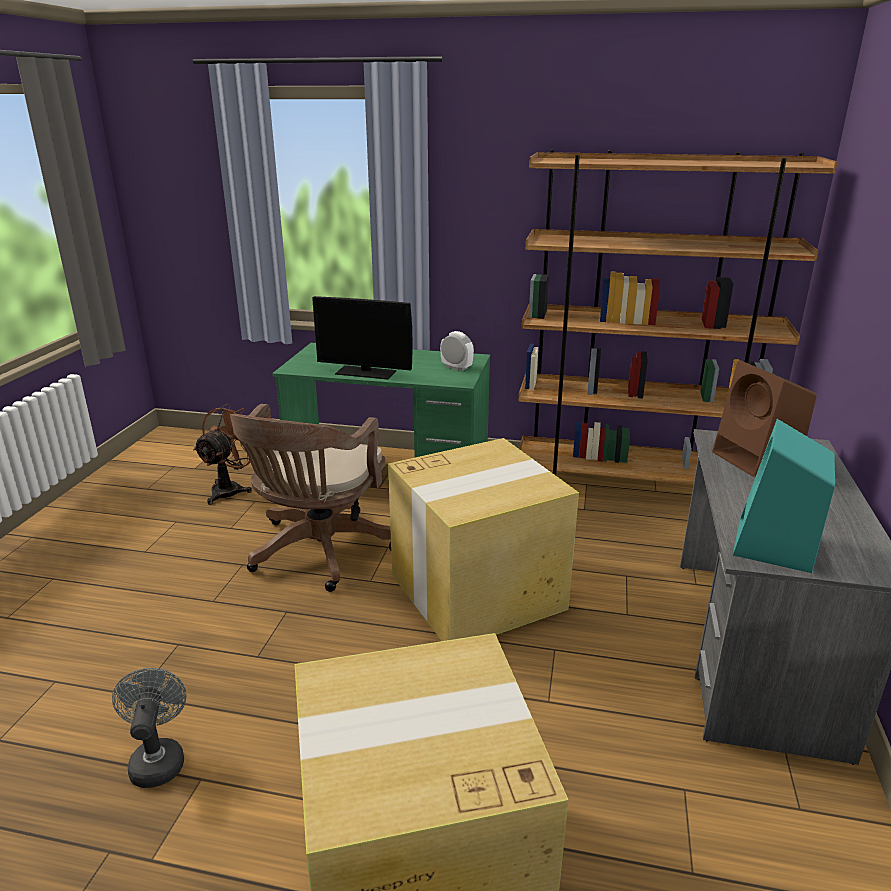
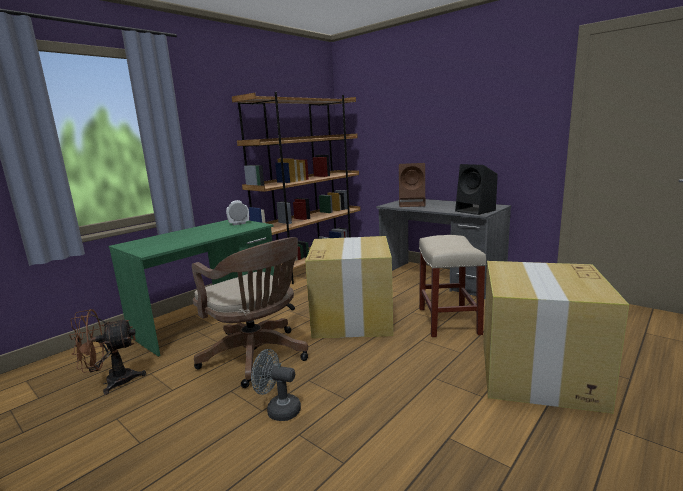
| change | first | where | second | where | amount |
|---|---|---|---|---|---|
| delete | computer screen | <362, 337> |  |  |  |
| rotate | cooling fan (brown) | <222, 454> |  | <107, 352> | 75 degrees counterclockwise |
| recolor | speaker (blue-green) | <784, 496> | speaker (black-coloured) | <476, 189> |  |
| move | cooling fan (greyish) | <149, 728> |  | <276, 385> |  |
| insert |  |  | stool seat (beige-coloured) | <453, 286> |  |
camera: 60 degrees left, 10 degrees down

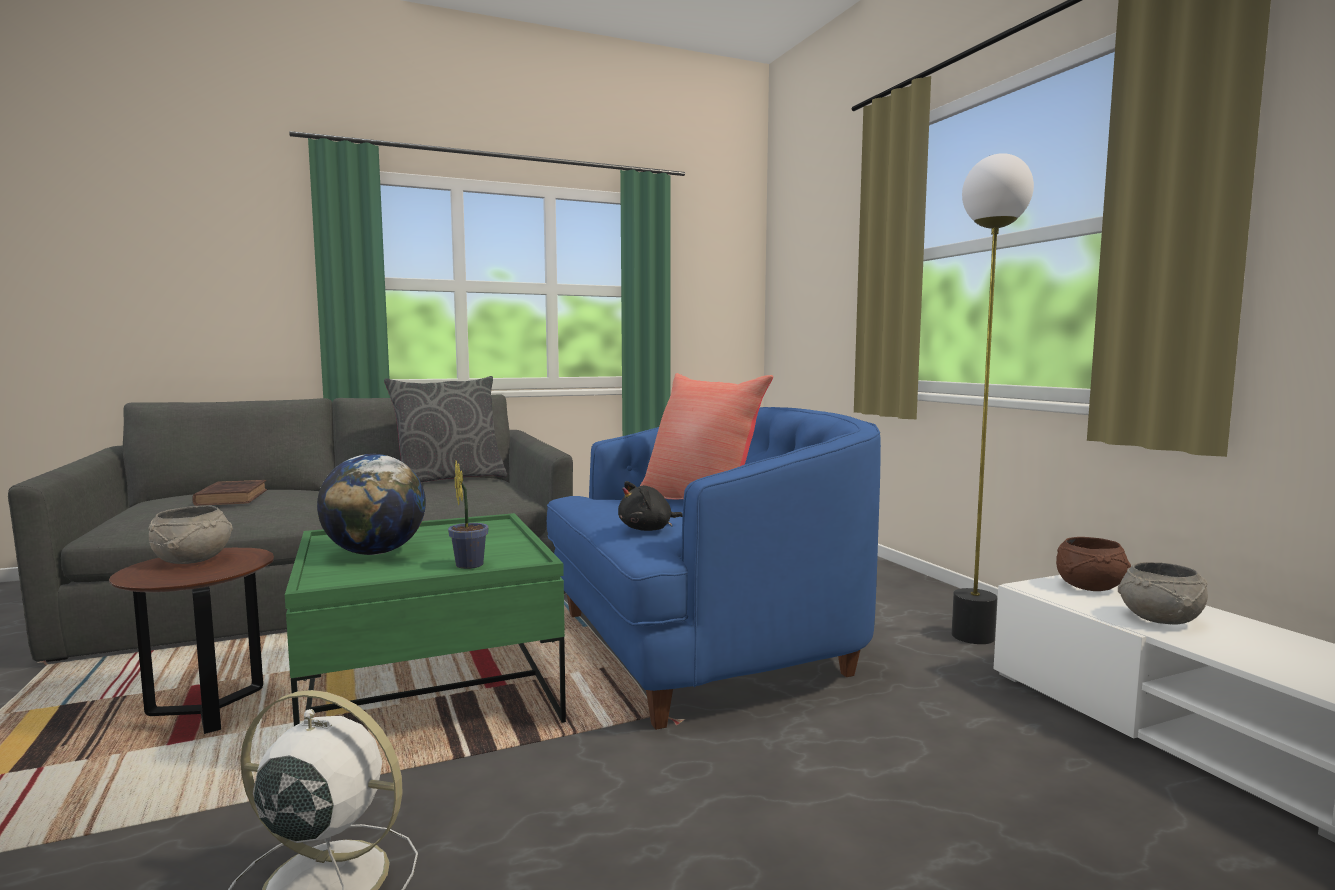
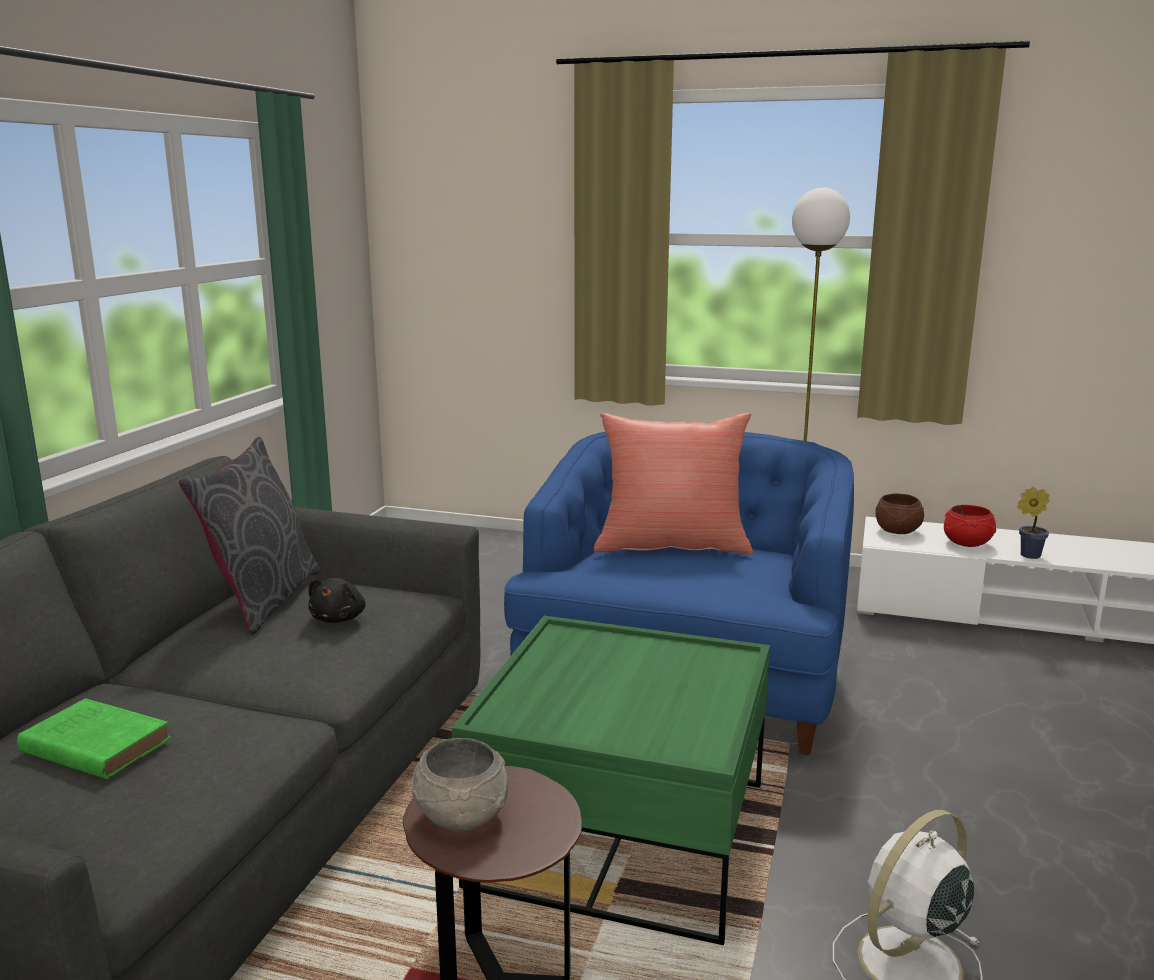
| change | first | where | second | where | amount |
|---|---|---|---|---|---|
| delete | globe | <371, 504> |  |  |  |
| move | potted plant | <468, 515> |  | <1034, 523> |  |
| recolor | book (brown) | <229, 493> | book (greenish) | <94, 738> |  |
| move | cuddly toy (black-coloured) | <650, 506> |  | <337, 600> |  |
| recolor | bowl (greyish) | <1163, 593> | bowl (red-coloured) | <970, 526> |  |
camera: 50 degrees left, 10 degrees up

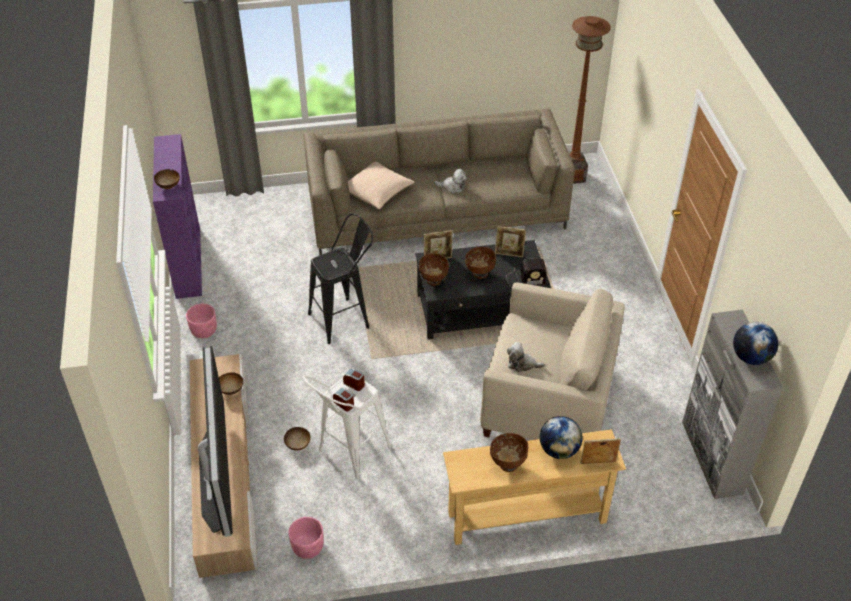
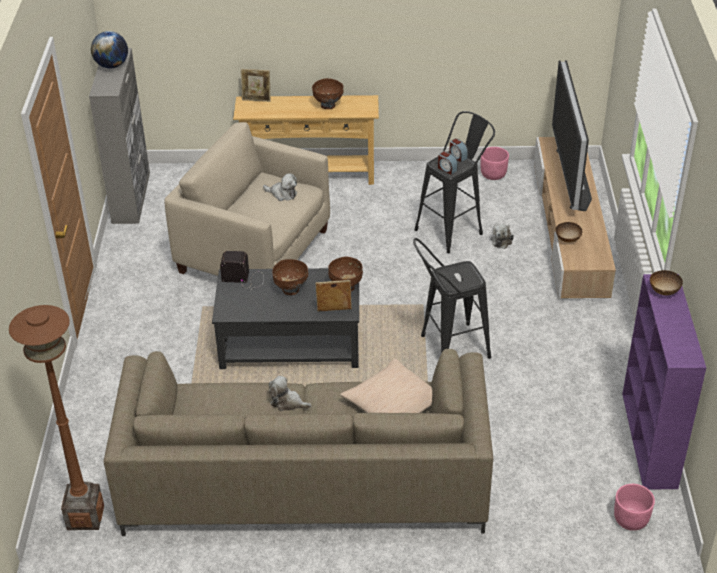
| change | first | where | second | where | amount |
|---|---|---|---|---|---|
| delete | photo frame | <510, 241> |  |  |  |
| move | plant pot (pink) | <201, 321> |  | <634, 507> |  |
| recolor | stool seat (white-coloured) | <347, 427> | stool seat (black-coloured) | <454, 182> |  |
| delete | globe | <561, 437> |  |  |  |
| replace | bowl | <297, 439> | cuddly toy | <502, 236> |  |
camera: 170 degrees left, 5 degrees down

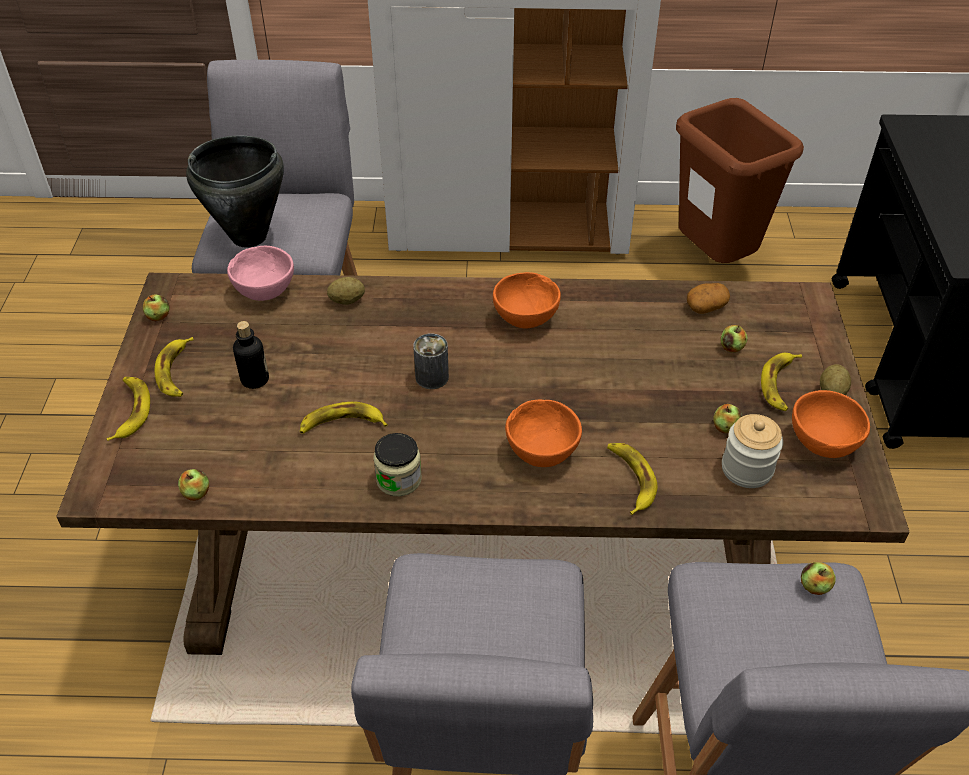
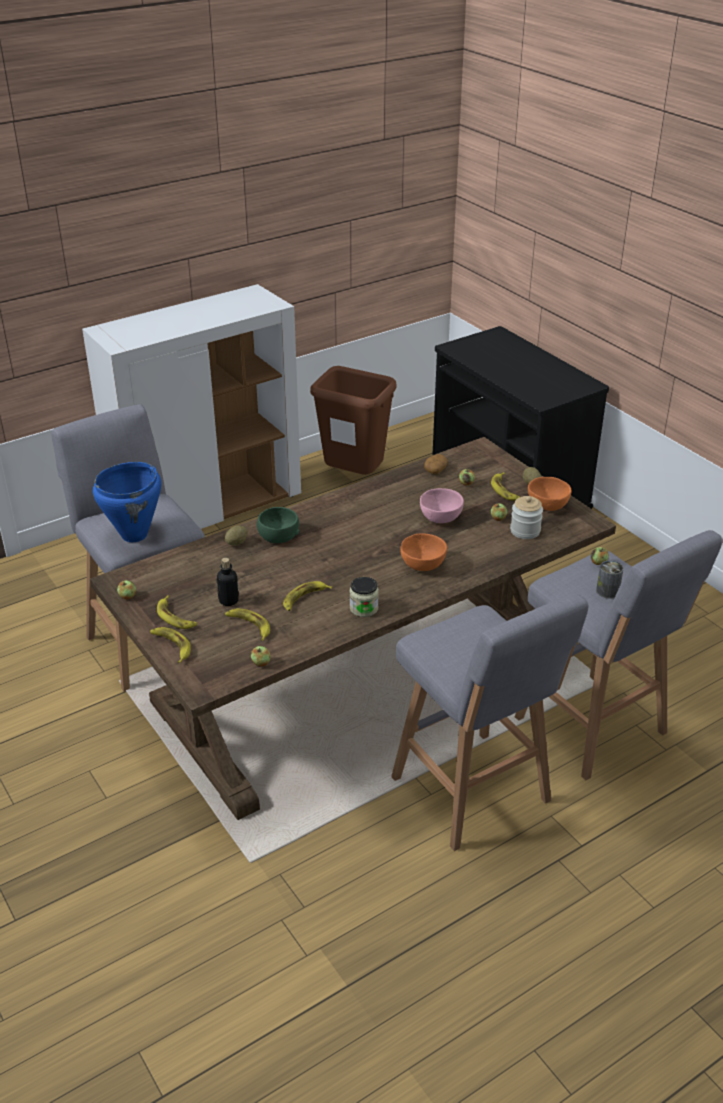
| change | first | where | second | where | amount |
|---|---|---|---|---|---|
| recolor | stockpot (black-coloured) | <235, 191> | stockpot (blue-coloured) | <127, 502> |  |
| move | bowl (pink) | <260, 273> |  | <442, 505> |  |
| delete | bowl (orange) | <527, 300> |  |  |  |
| move | can | <431, 361> |  | <609, 579> |  |
| move | banana fruit | <632, 479> |  | <247, 624> |  |
| insert |  |  | bowl (greenish) | <278, 525> |  |
camera: 35 degrees left, 10 degrees down

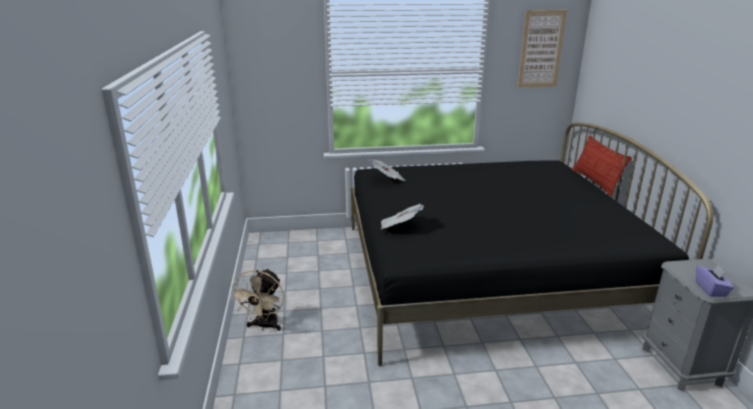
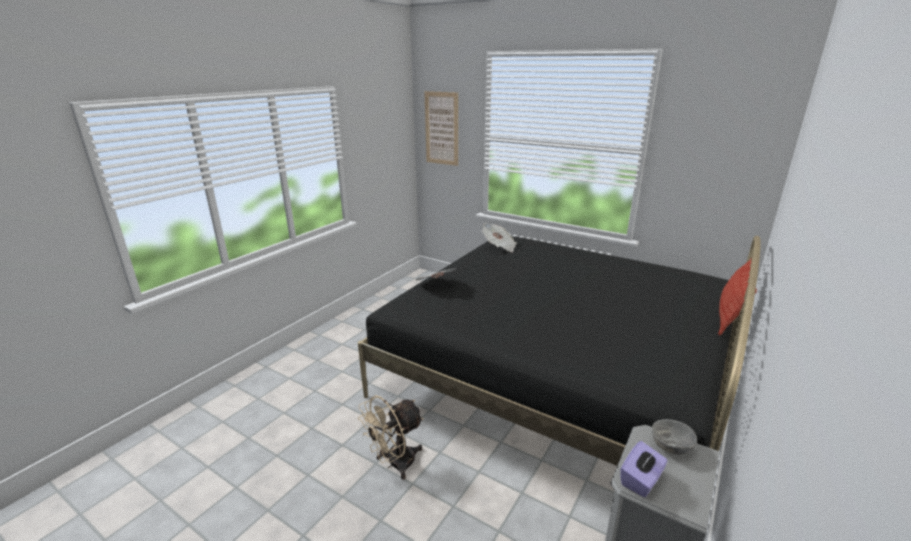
| change | first | where | second | where | amount |
|---|---|---|---|---|---|
| move | picture | <542, 49> |  | <441, 128> |  |
| move | cooling fan (beige-coloured) | <257, 299> |  | <391, 437> |  |
| insert |  |  | bowl (greyish) | <674, 437> |  |
camera: 40 degrees right, 0 degrees up

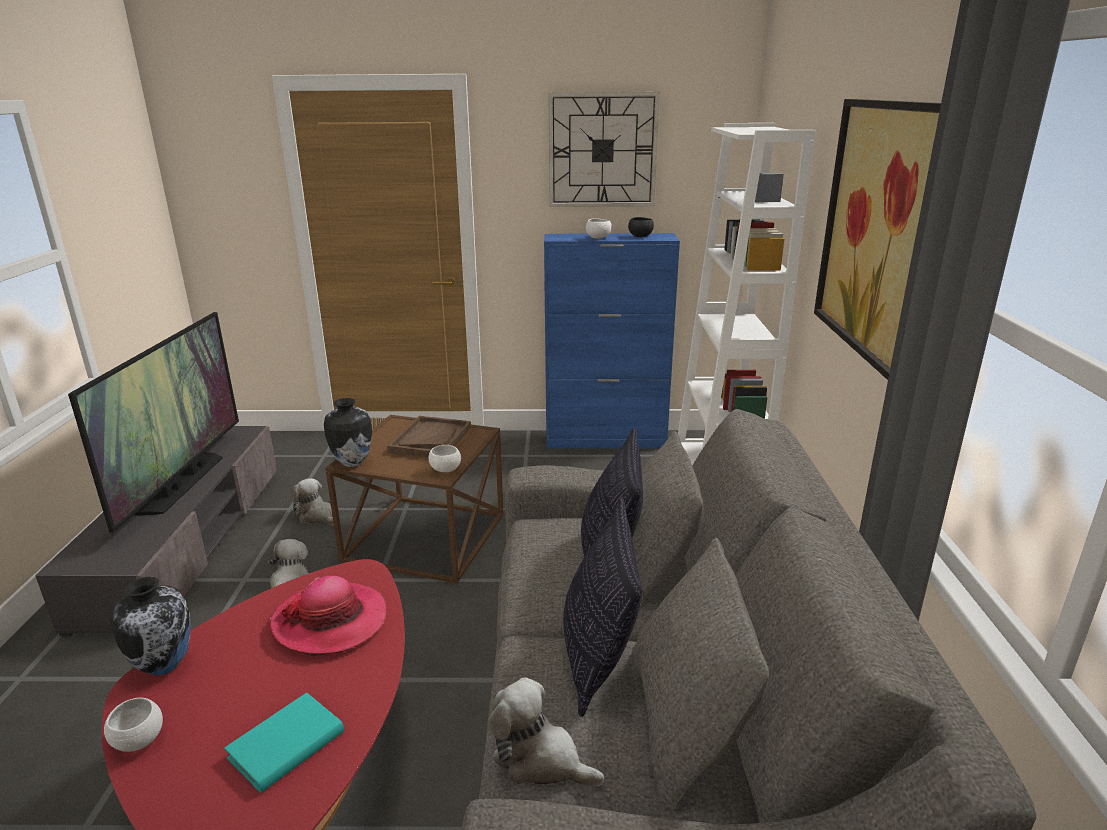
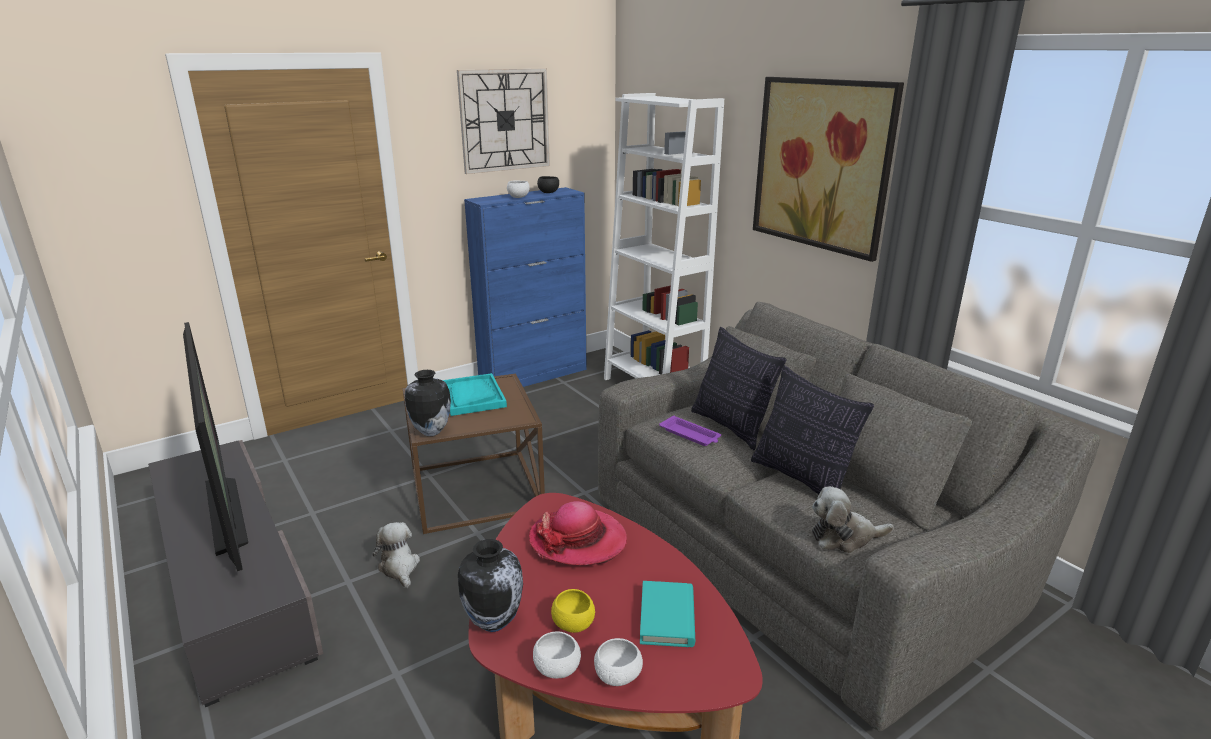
| change | first | where | second | where | amount |
|---|---|---|---|---|---|
| recolor | serving tray (brown) | <429, 437> | serving tray (blue-green) | <475, 394> |  |
| move | bowl (white-coloured) | <444, 458> |  | <618, 662> |  |
| delete | cuddly toy | <312, 501> |  |  |  |
| insert |  |  | serving tray (purple) | <690, 430> |  |
| insert |  |  | bowl (yellowish) | <573, 611> |  |
camera: 35 degrees left, 0 degrees up

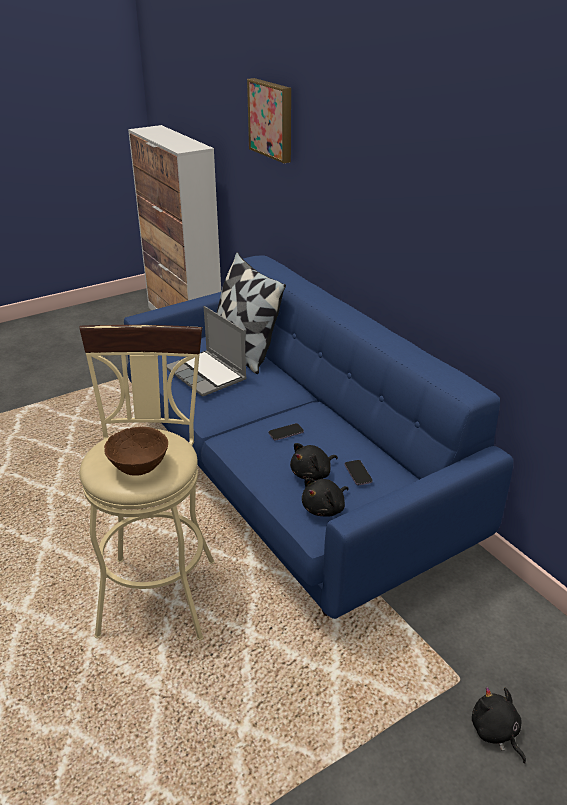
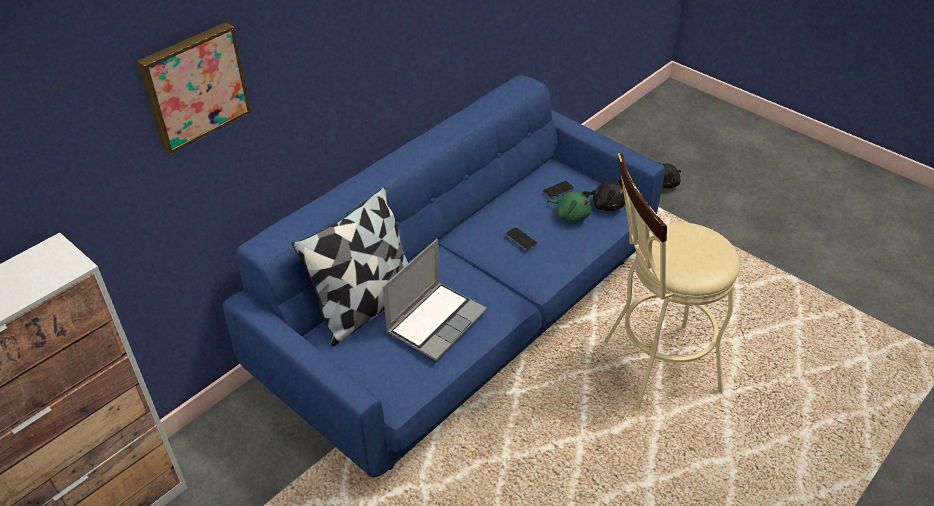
| change | first | where | second | where | amount |
|---|---|---|---|---|---|
| delete | bowl (brown) | <136, 451> |  |  |  |
| recolor | cuddly toy (black-coloured) | <314, 462> | cuddly toy (greenish) | <569, 206> |  |
camera: 105 degrees left, 10 degrees up

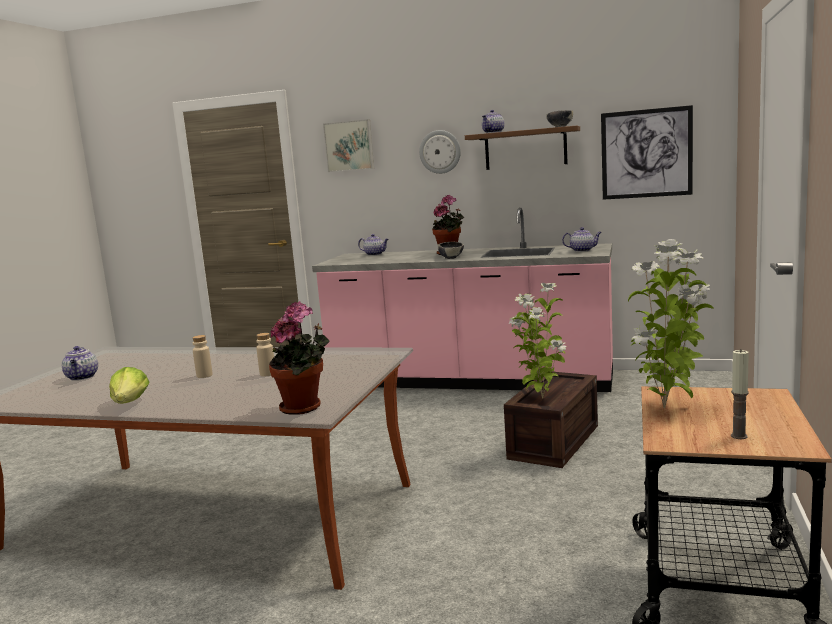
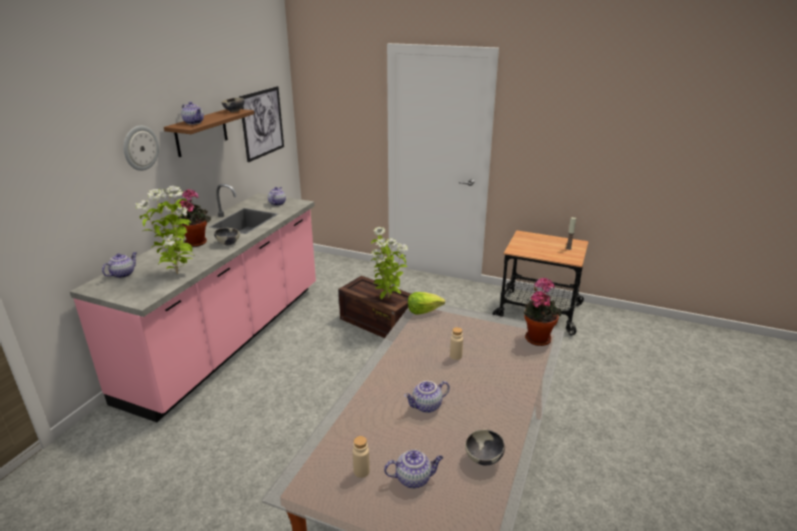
| change | first | where | second | where | amount |
|---|---|---|---|---|---|
| delete | picture | <348, 145> |  |  |  |
| move | potted plant | <671, 323> |  | <165, 230> |  |
| move | bottle (beige-coloured) | <202, 356> |  | <361, 457> |  |
| move | lettuce head | <129, 385> |  | <426, 303> |  |
| insert |  |  | pot for tea | <427, 397> |  |
| insert |  |  | bowl | <485, 447> |  |
camera: 85 degrees left, 15 degrees up

